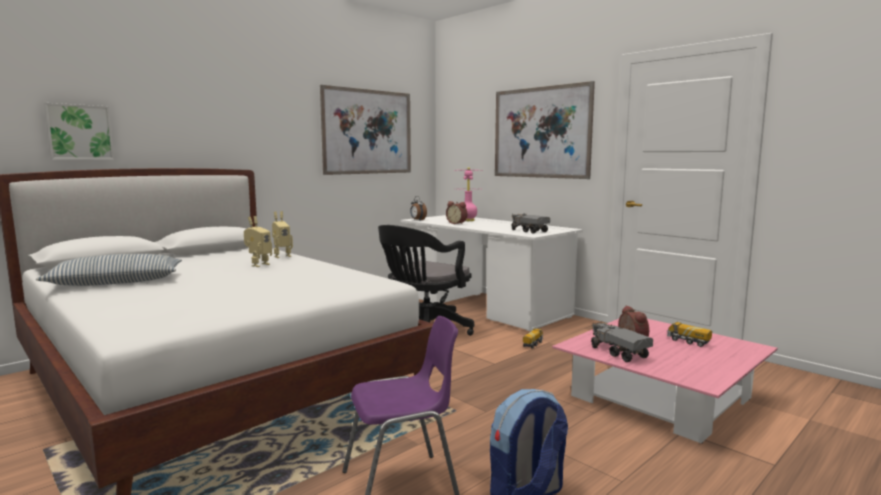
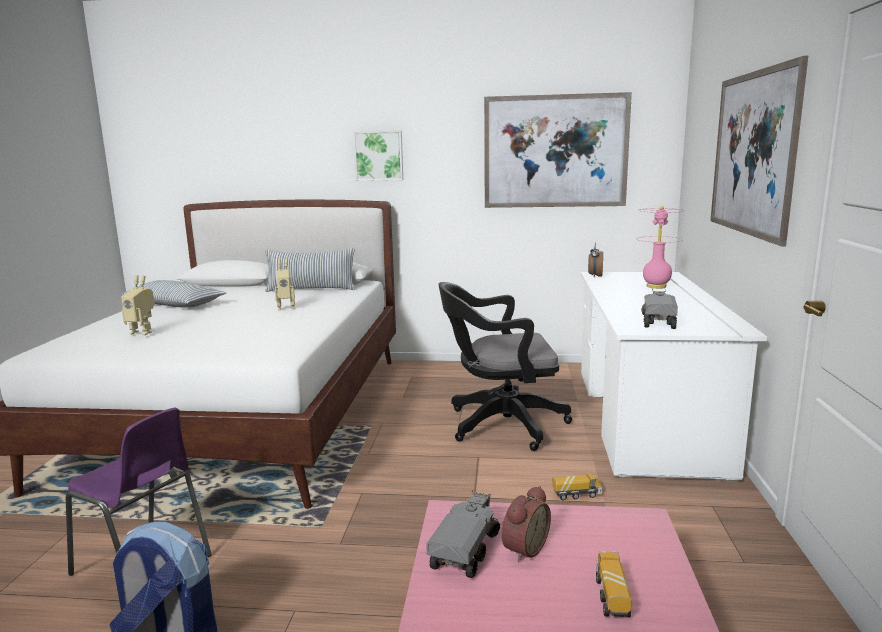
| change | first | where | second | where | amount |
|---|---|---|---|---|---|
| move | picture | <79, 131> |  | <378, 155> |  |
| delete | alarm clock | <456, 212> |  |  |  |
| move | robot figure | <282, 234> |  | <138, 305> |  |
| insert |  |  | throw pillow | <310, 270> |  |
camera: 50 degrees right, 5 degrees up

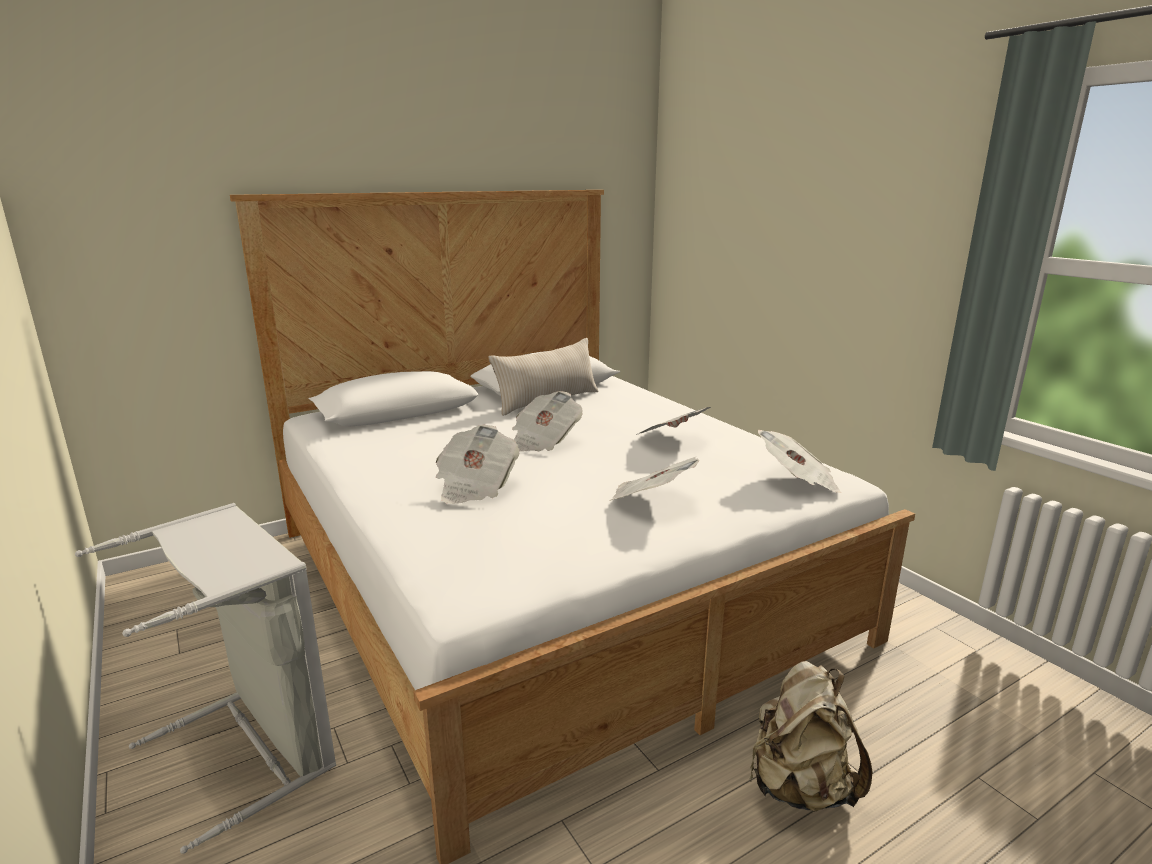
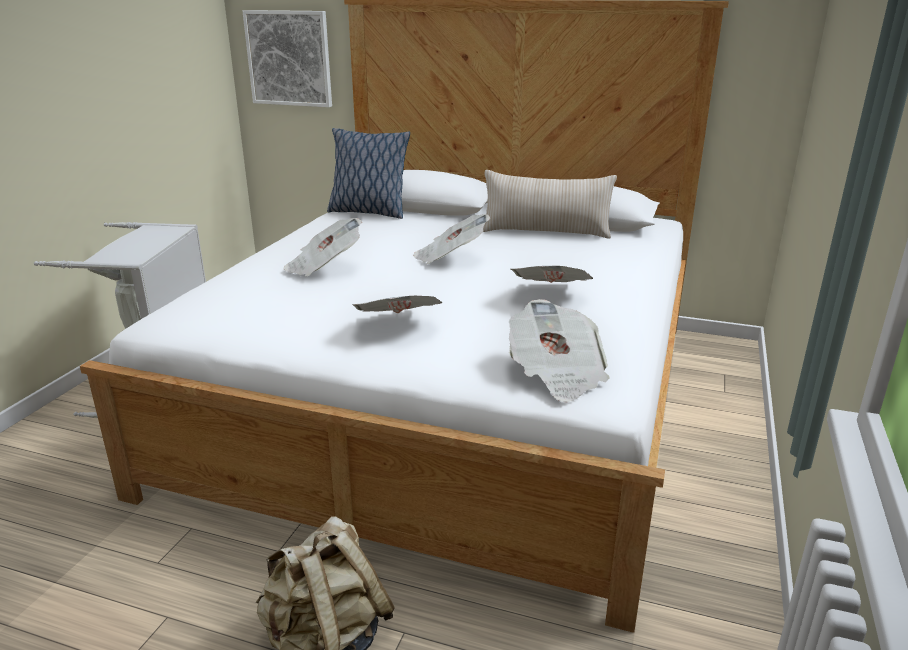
| change | first | where | second | where | amount |
|---|---|---|---|---|---|
| insert |  |  | picture | <287, 58> |  |
| insert |  |  | throw pillow | <368, 173> |  |
camera: 50 degrees right, 5 degrees up

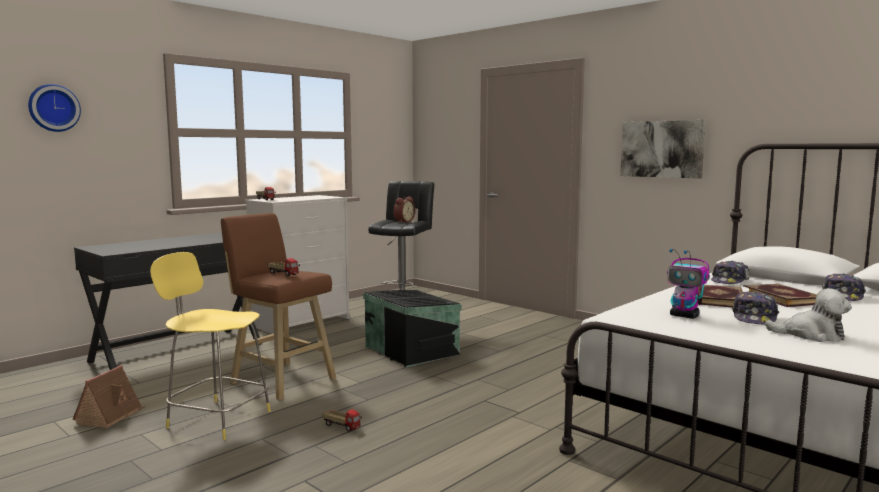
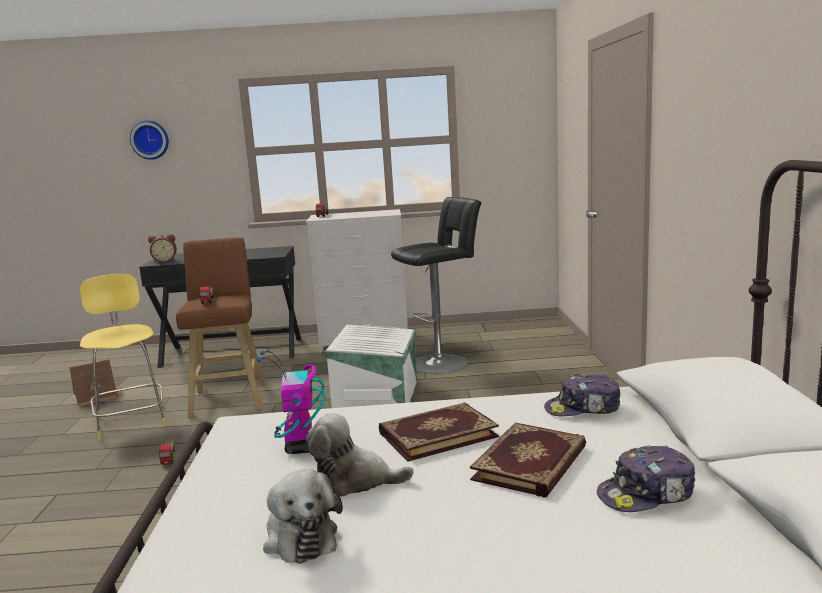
| change | first | where | second | where | amount |
|---|---|---|---|---|---|
| delete | picture | <663, 149> |  |  |  |
| move | alarm clock | <404, 210> |  | <162, 248> |  |
| recolor | storage box (black-coloured) | <412, 328> | storage box (white-coloured) | <371, 366> |  |
| replace | baseball cap | <755, 307> | cuddly toy | <360, 455> |  |
camera: 45 degrees right, 5 degrees up

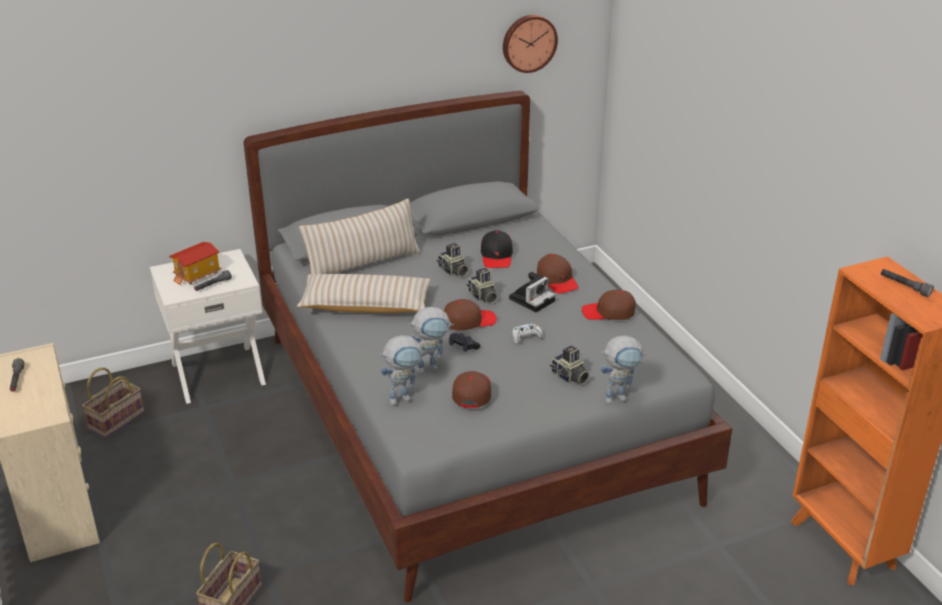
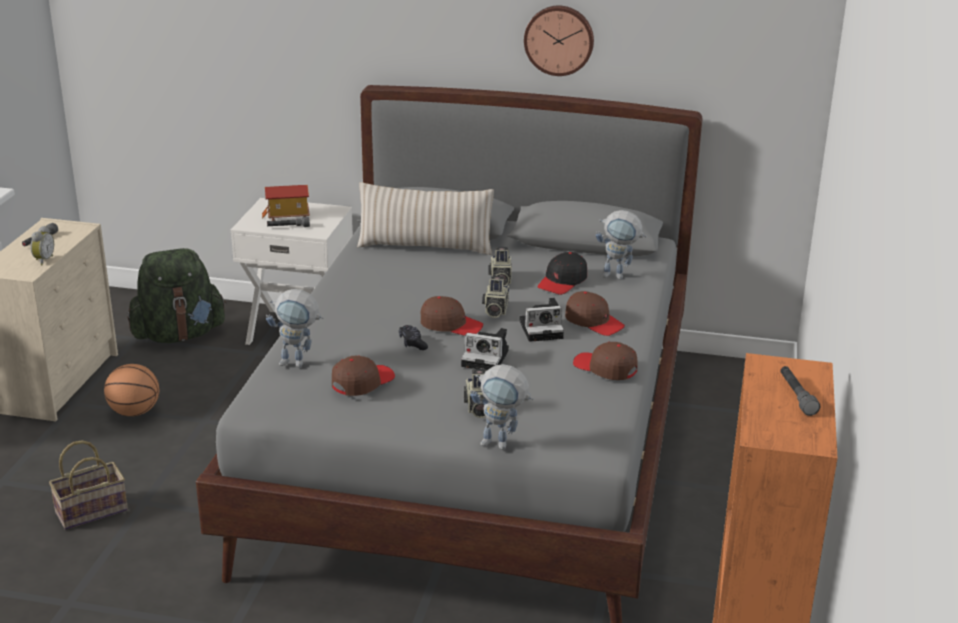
| change | first | where | second | where | amount |
|---|---|---|---|---|---|
| move | clock on the wall | <530, 44> |  | <559, 41> |  |
| rotate | baseball cap (brown) | <558, 274> |  | <595, 313> | 60 degrees counterclockwise |
| delete | throw pillow (beige-coloured) | <364, 293> |  |  |  |
| move | robot figure | <431, 340> |  | <621, 245> |  |
| replace | gamepad (white-coloured) | <527, 333> | photo camera | <485, 349> |  |
| replace | household basket | <113, 402> | knapsack (greenish) | <176, 295> |  |
| insert |  |  | alarm clock | <42, 245> |  |
| insert |  |  | basketball | <131, 390> |  |
camera: 35 degrees right, 5 degrees down

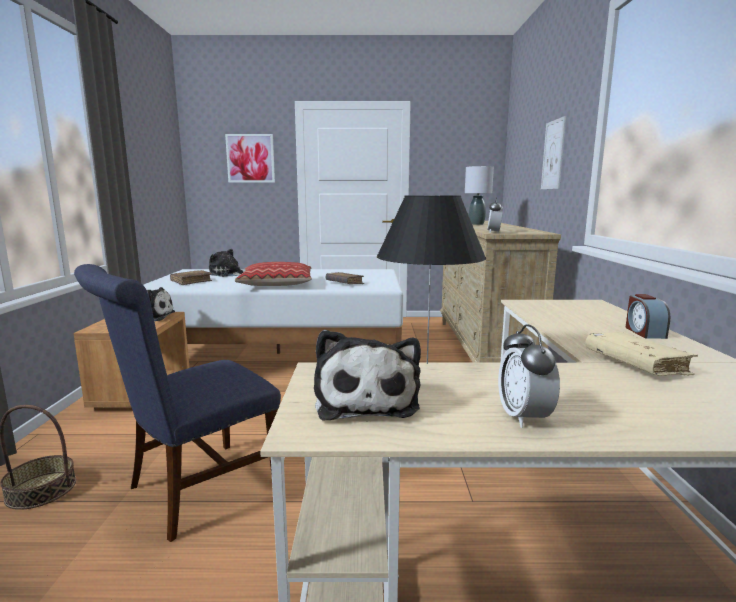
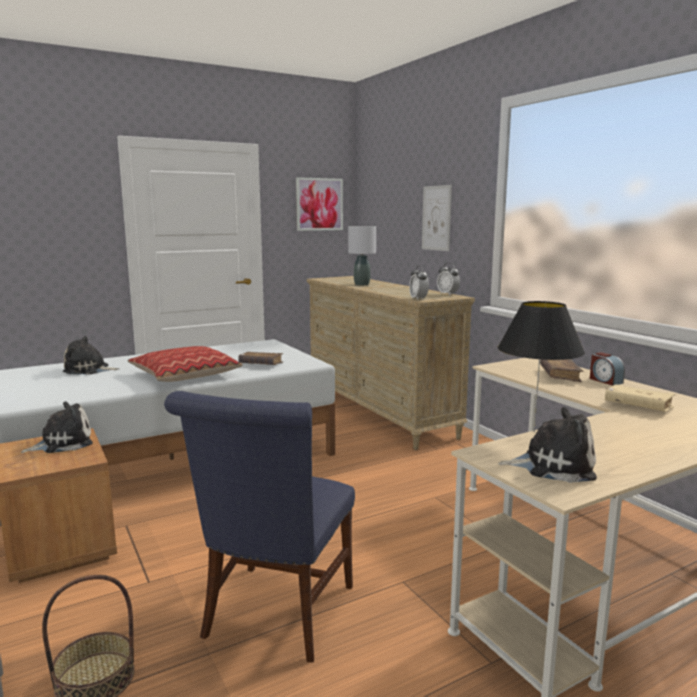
| change | first | where | second | where | amount |
|---|---|---|---|---|---|
| move | picture | <250, 158> |  | <319, 204> |  |
| move | book (brown) | <191, 277> |  | <562, 370> |  |
| move | alarm clock | <529, 376> |  | <448, 279> |  |
| rotate | cuddly toy | <367, 375> |  | <547, 445> | 45 degrees counterclockwise |
camera: 30 degrees left, 0 degrees up

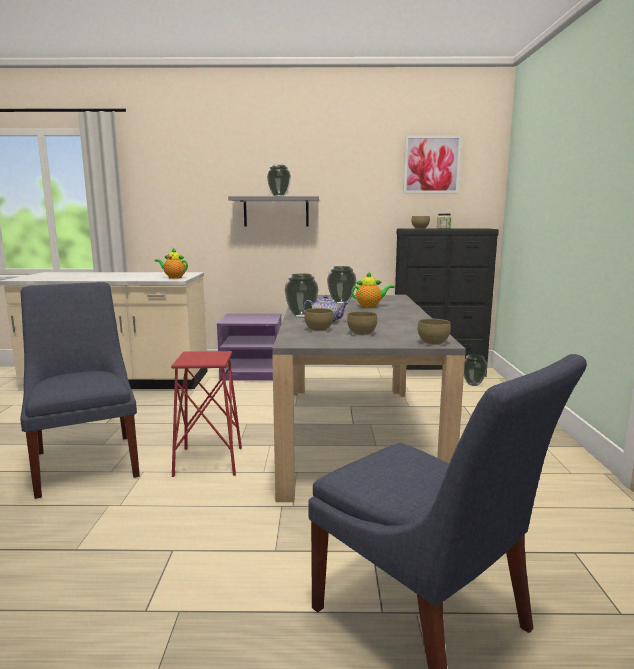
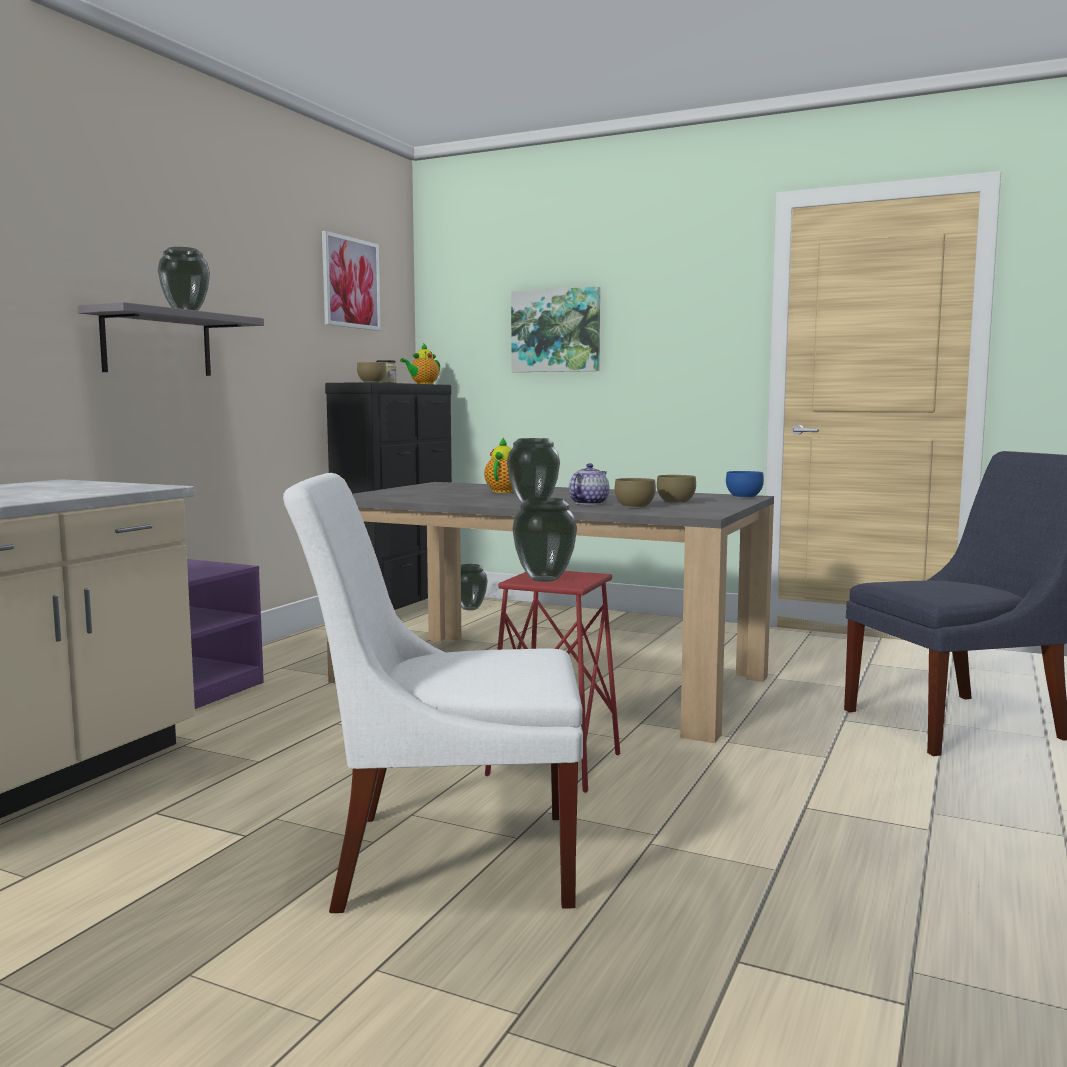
| change | first | where | second | where | amount |
|---|---|---|---|---|---|
| move | pot for tea | <171, 263> |  | <420, 363> |  |
| move | decorative vase | <341, 285> |  | <544, 540> |  |
| recolor | chair (blue-coloured) | <80, 390> | chair (white-coloured) | <433, 693> |  |
| recolor | bowl (brown) | <434, 332> | bowl (blue-coloured) | <745, 484> |  |
| insert |  |  | picture | <555, 329> |  |
camera: 65 degrees left, 5 degrees down

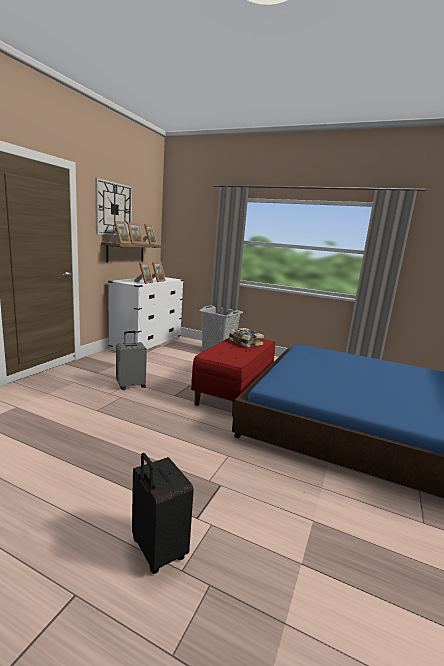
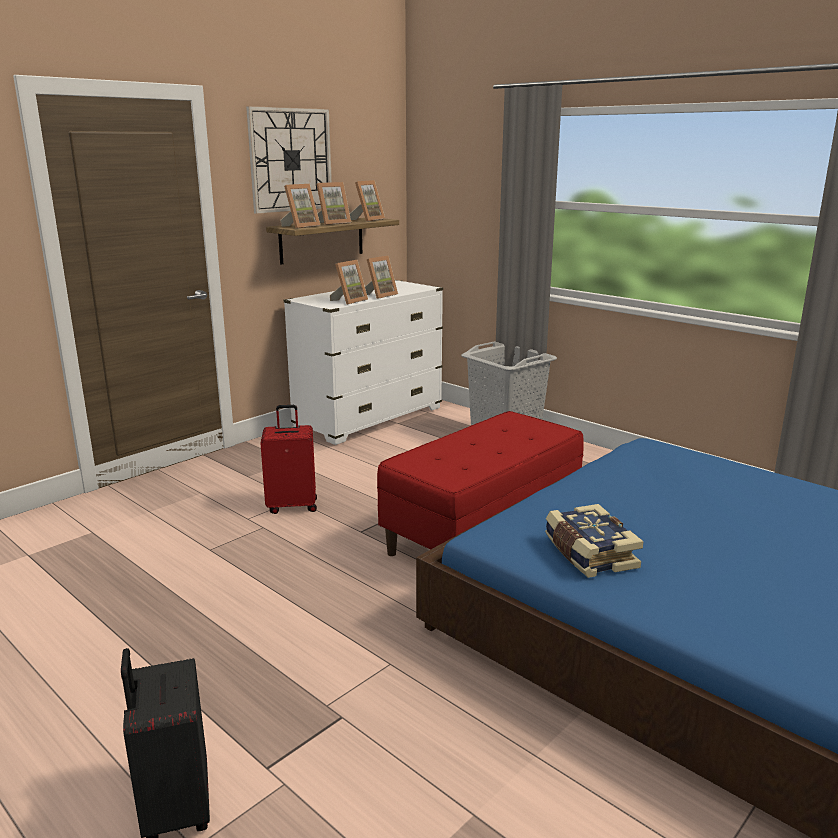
| change | first | where | second | where | amount |
|---|---|---|---|---|---|
| move | book | <246, 337> |  | <594, 541> |  |
| recolor | travel case (greyish) | <131, 360> | travel case (red-coloured) | <288, 459> |  |
camera: 20 degrees right, 5 degrees up

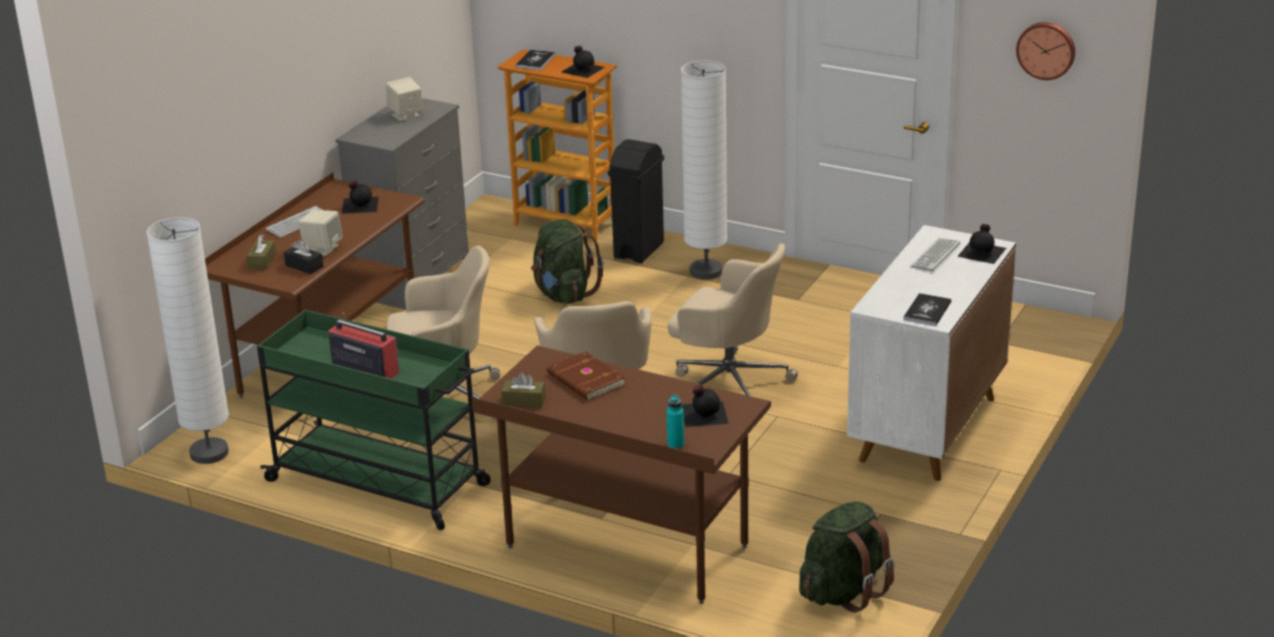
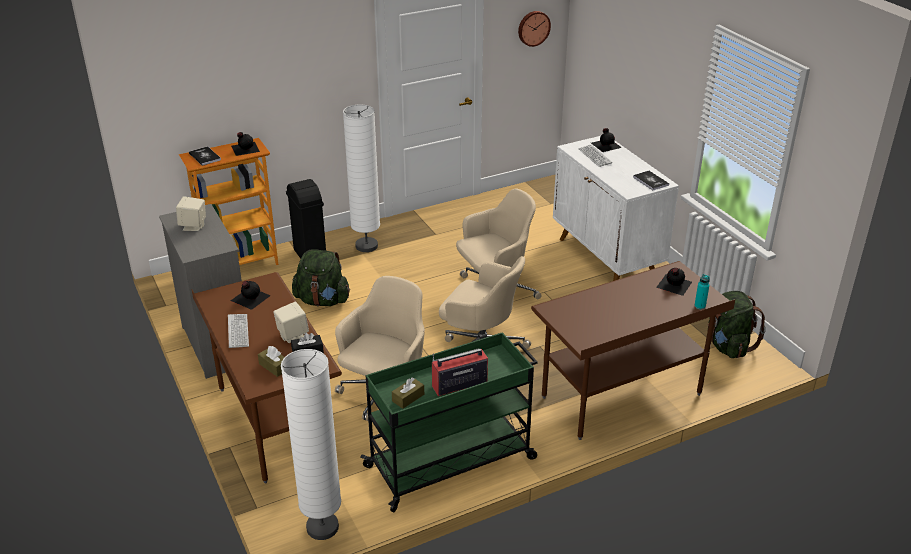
| change | first | where | second | where | amount |
|---|---|---|---|---|---|
| delete | book (brown) | <586, 376> |  |  |  |
| move | box of tissues (brown) | <523, 390> |  | <408, 393> |  |
camera: 55 degrees left, 5 degrees up

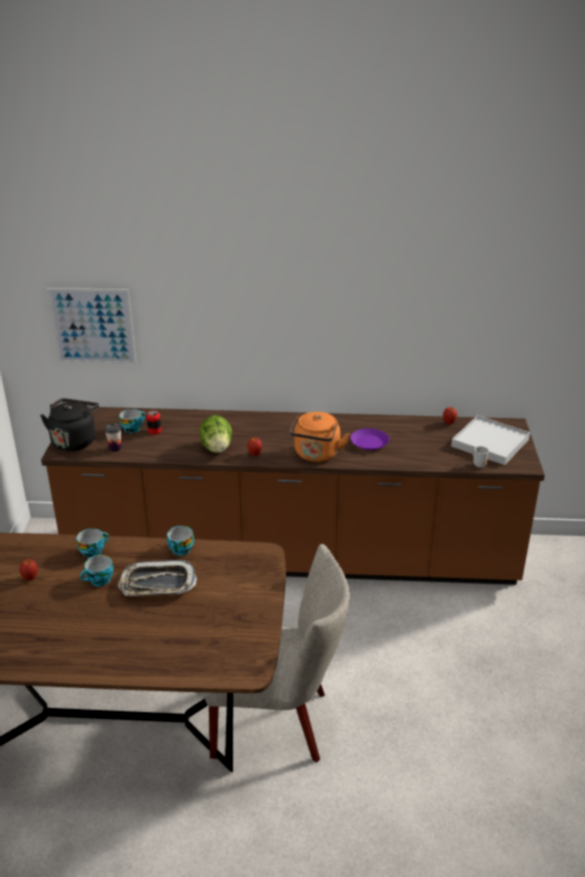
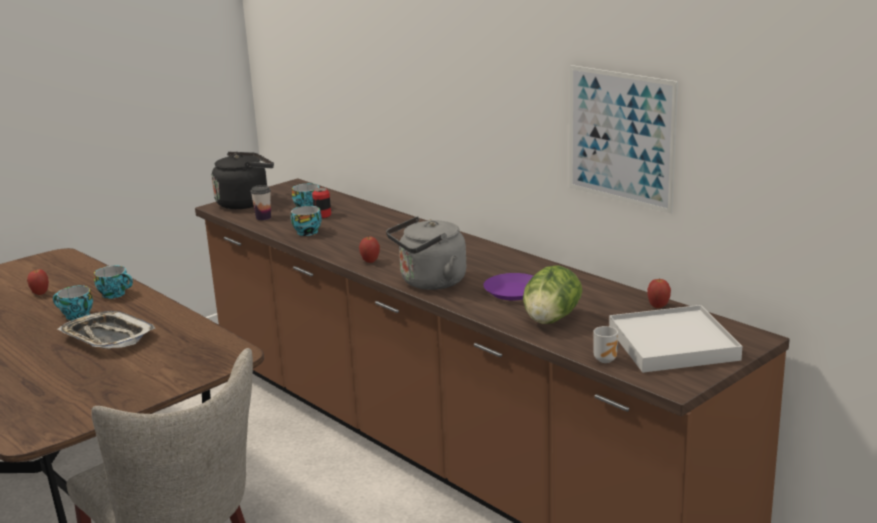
| change | first | where | second | where | amount |
|---|---|---|---|---|---|
| move | picture | <91, 326> |  | <623, 139> |  |
| recolor | tea kettle (orange) | <320, 437> | tea kettle (greyish) | <426, 253> |  |
| move | lettuce head | <215, 434> |  | <553, 294> |  |
| move | drinking cup | <180, 541> |  | <306, 221> |  |
camera: 45 degrees right, 10 degrees down

